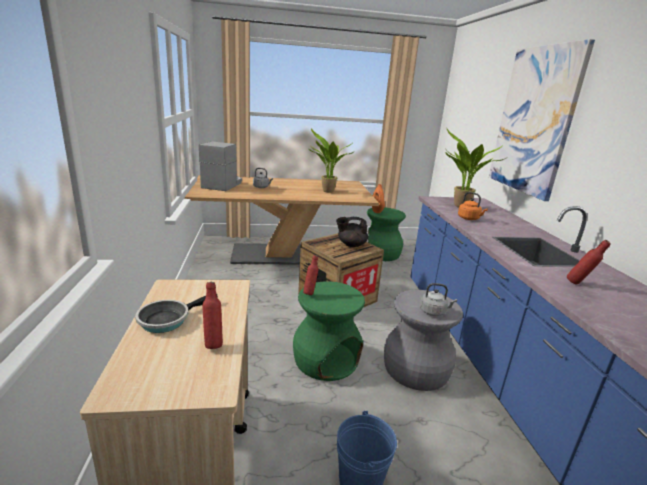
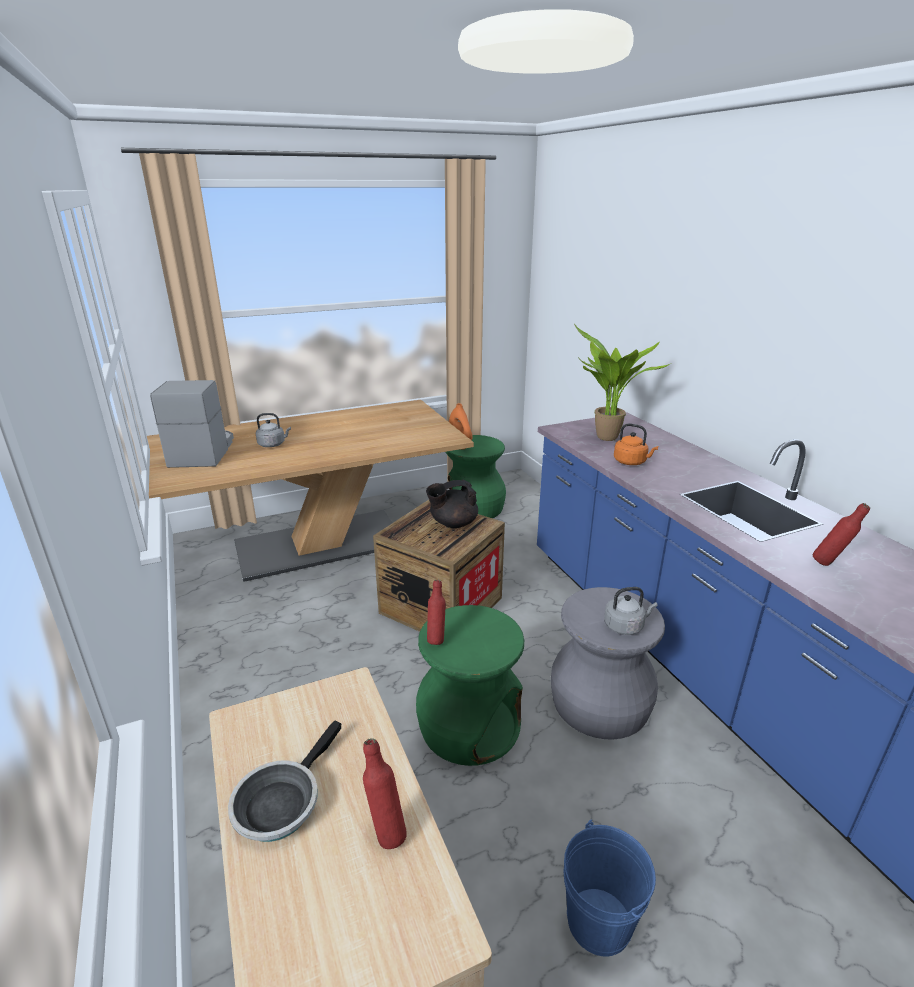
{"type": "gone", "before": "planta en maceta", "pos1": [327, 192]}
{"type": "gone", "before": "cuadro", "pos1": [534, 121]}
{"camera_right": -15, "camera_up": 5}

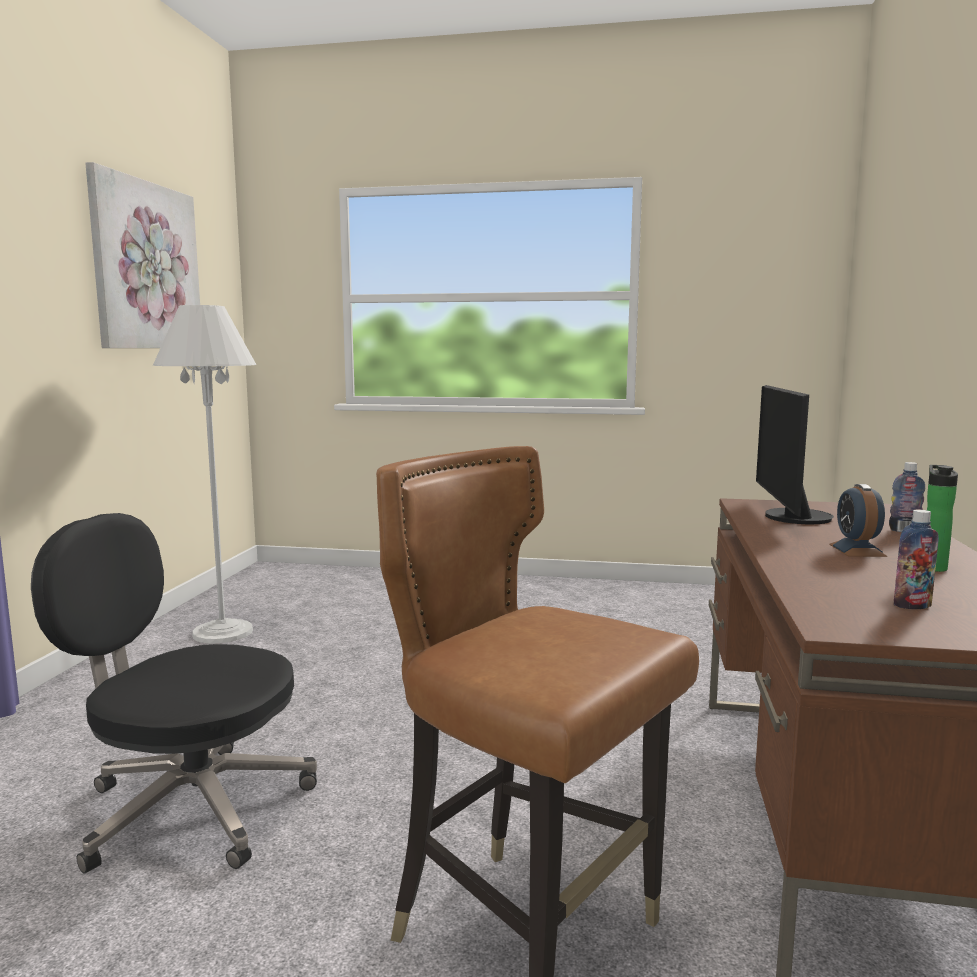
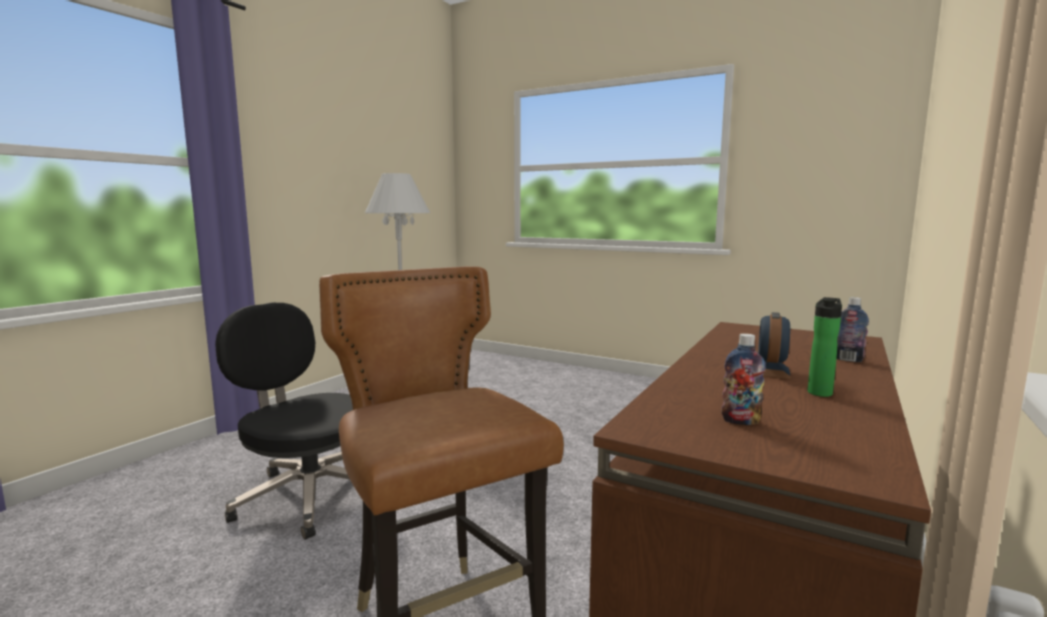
{"type": "gone", "before": "cuadro", "pos1": [147, 266]}
{"type": "gone", "before": "monitor", "pos1": [790, 517]}
{"camera_right": 20, "camera_up": 0}

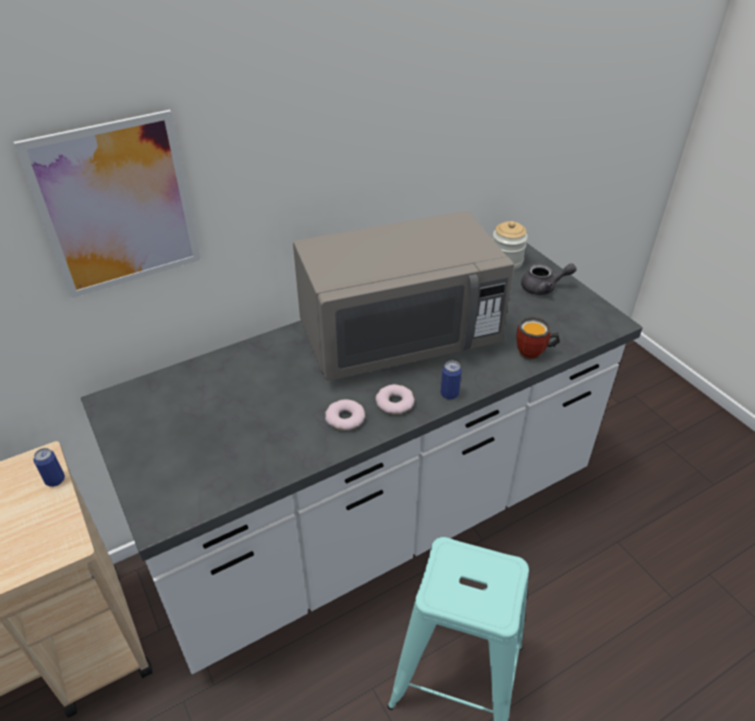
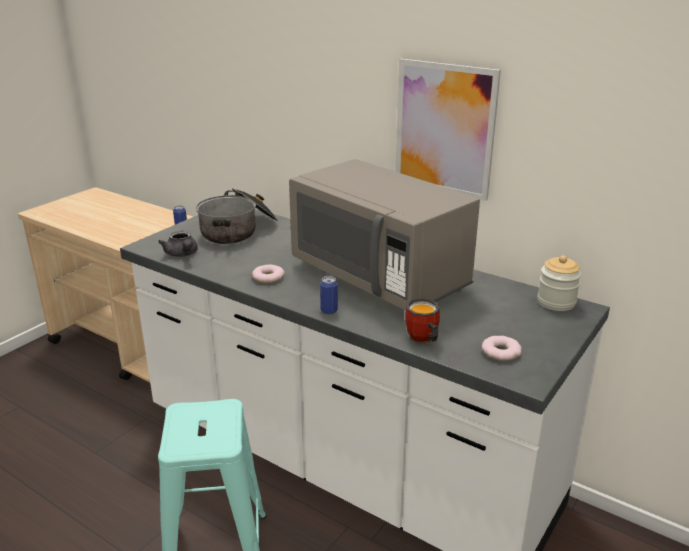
{"type": "shifted", "before": "tetera [gris]", "pos1": [543, 288], "pos2": [182, 254]}
{"type": "new", "after": "olla", "pos2": [238, 230]}
{"type": "shifted", "before": "cuadro", "pos1": [117, 206], "pos2": [444, 129]}
{"type": "shifted", "before": "rosquilla", "pos1": [394, 402], "pos2": [501, 352]}
{"camera_right": 65, "camera_up": -15}

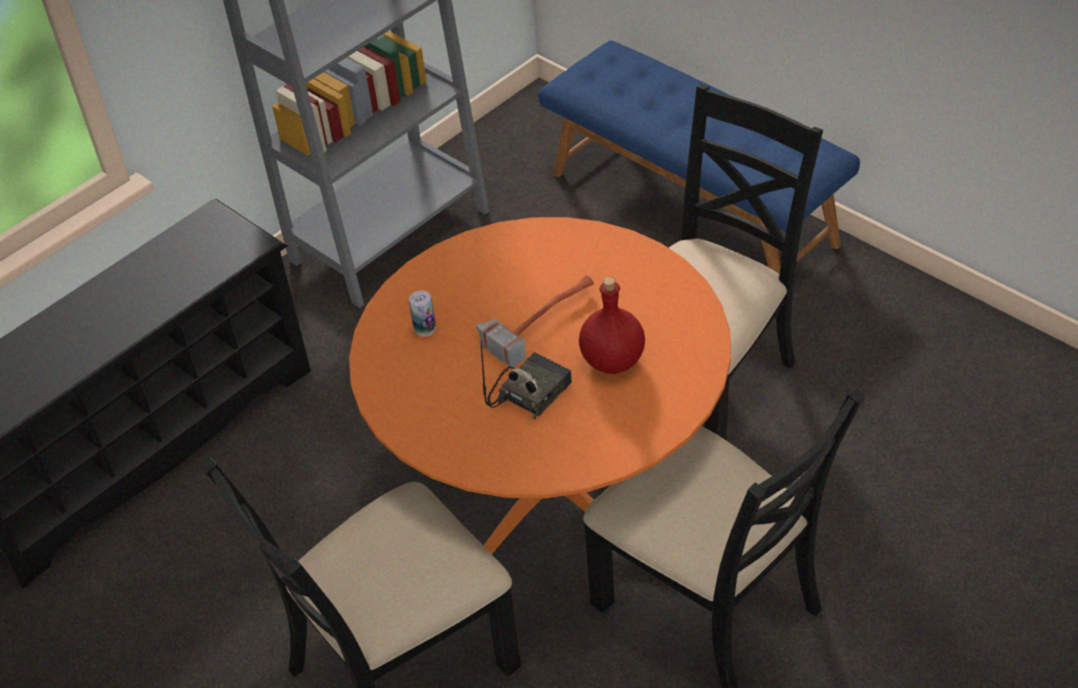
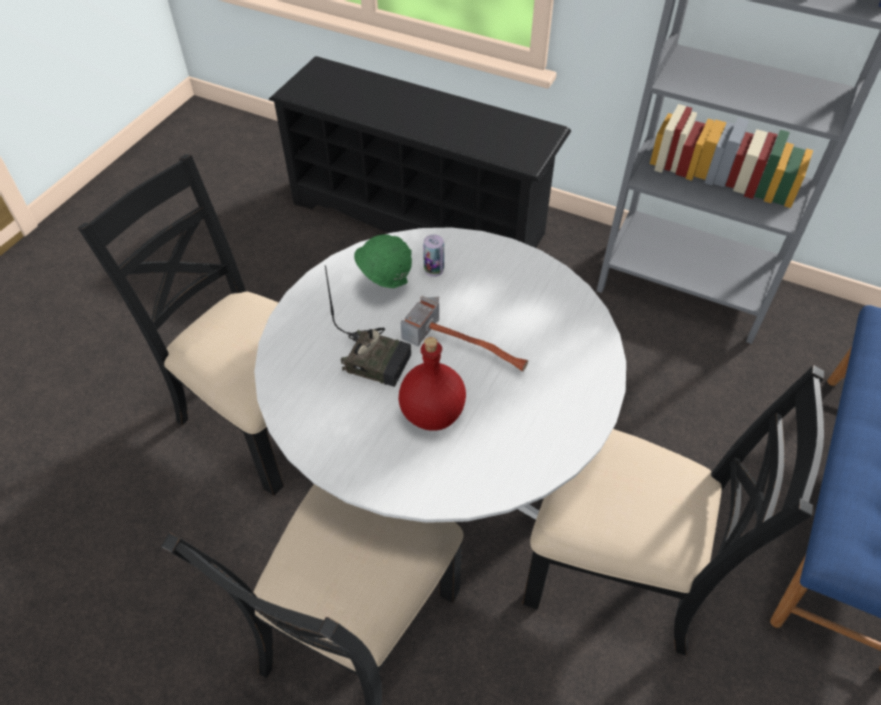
{"type": "repainted", "before": "mesa de comedor [naranja]", "after": "mesa de comedor [blanco]", "pos1": [553, 501], "pos2": [441, 477]}
{"type": "new", "after": "casco [verde]", "pos2": [384, 284]}
{"camera_right": 70, "camera_up": 5}

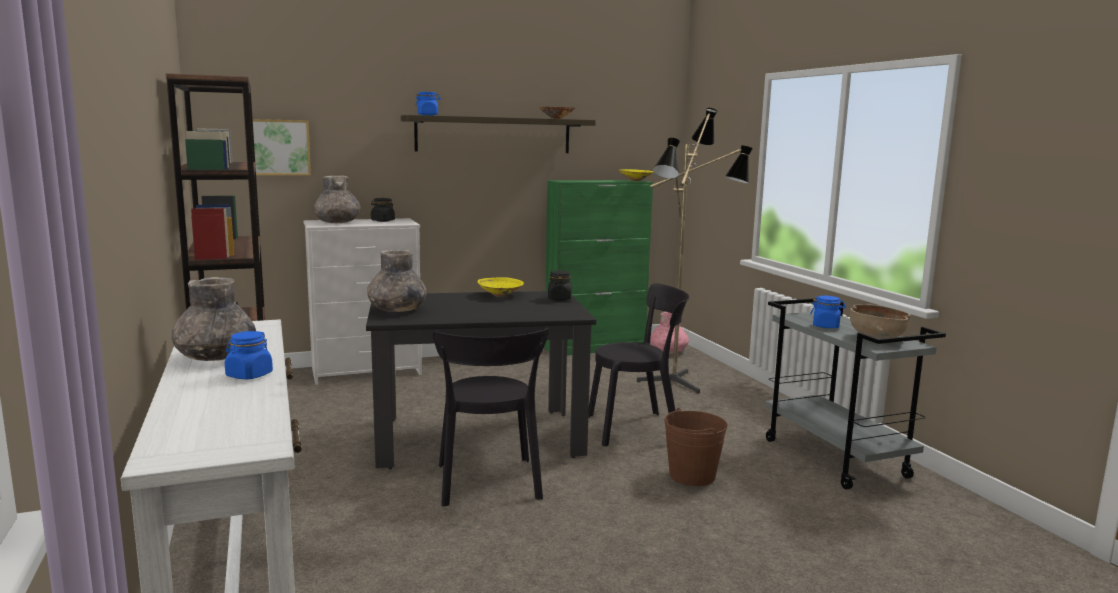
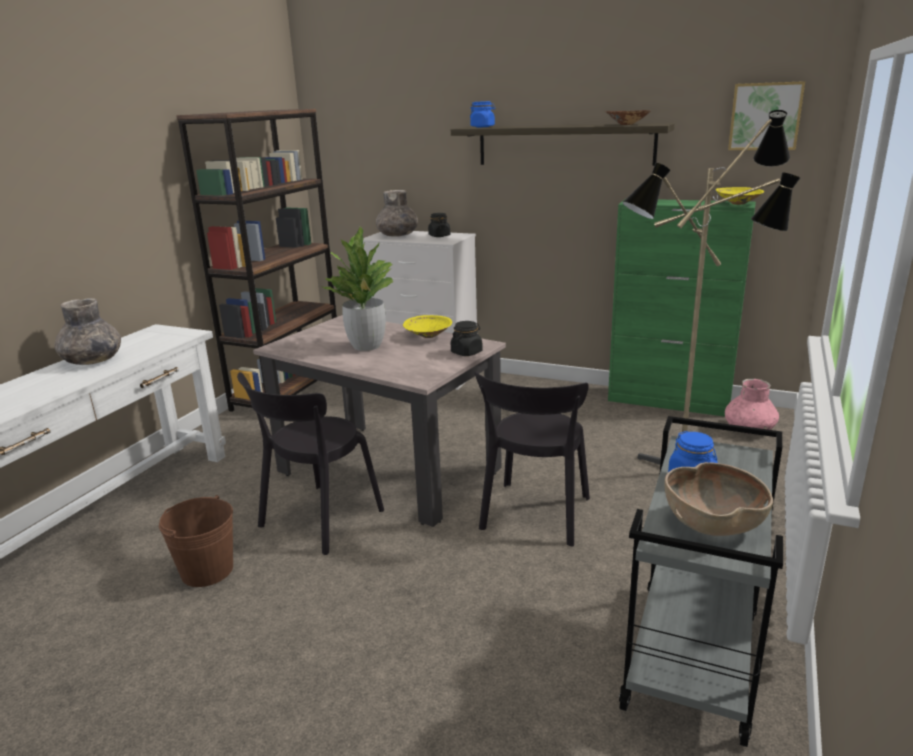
{"type": "shifted", "before": "cubo [marrón]", "pos1": [692, 476], "pos2": [207, 570]}
{"type": "repainted", "before": "mesa de comedor [negro]", "after": "mesa de comedor [beis]", "pos1": [478, 438], "pos2": [389, 471]}
{"type": "new", "after": "planta en maceta", "pos2": [366, 346]}
{"type": "rotated", "before": "silla [negro]", "pos1": [637, 429], "pos2": [534, 516], "turn": 75}
{"type": "shifted", "before": "cuadro", "pos1": [280, 147], "pos2": [765, 116]}
{"type": "gone", "before": "tarro [azul]", "pos1": [249, 375]}
{"type": "gone", "before": "florero [gris]", "pos1": [397, 310]}
{"camera_right": 45, "camera_up": 10}

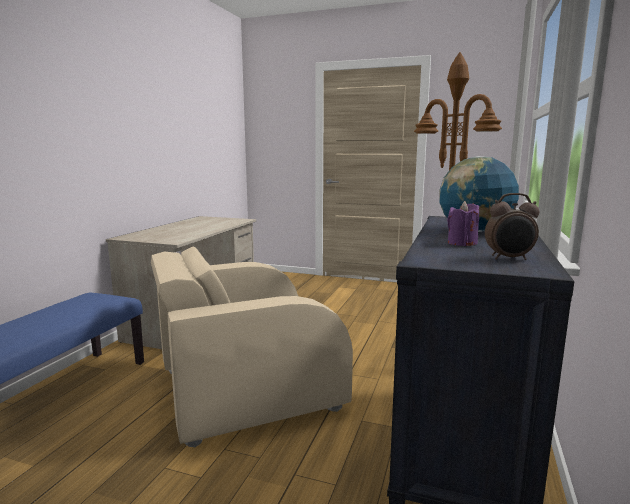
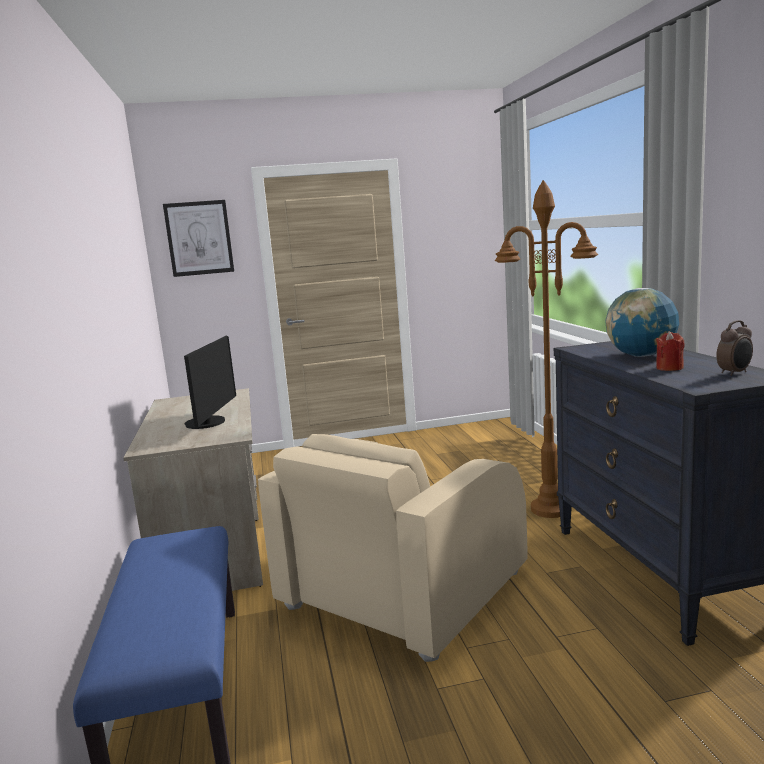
{"type": "new", "after": "cuadro", "pos2": [199, 238]}
{"type": "new", "after": "monitor", "pos2": [210, 422]}
{"type": "repainted", "before": "vela [morado]", "after": "vela [rojo]", "pos1": [462, 243], "pos2": [669, 368]}
{"camera_right": -30, "camera_up": 0}

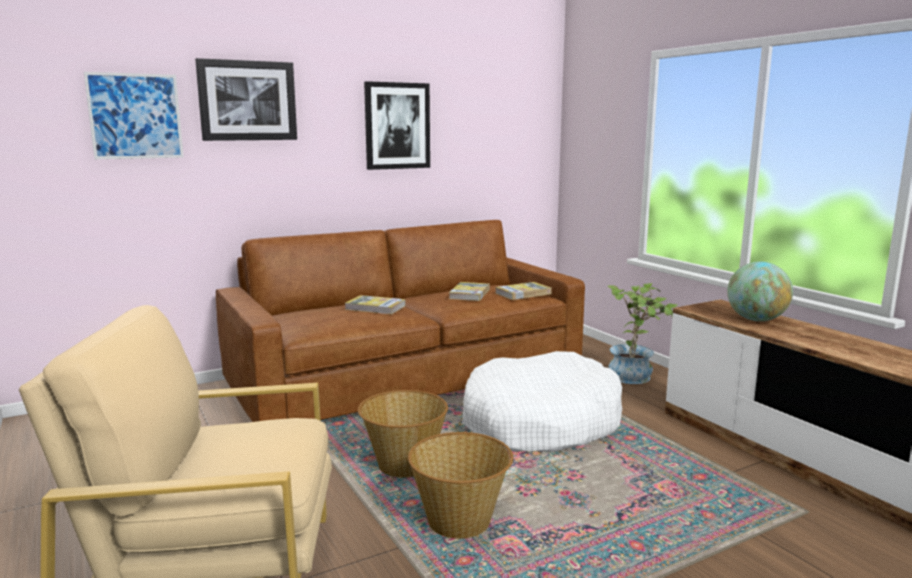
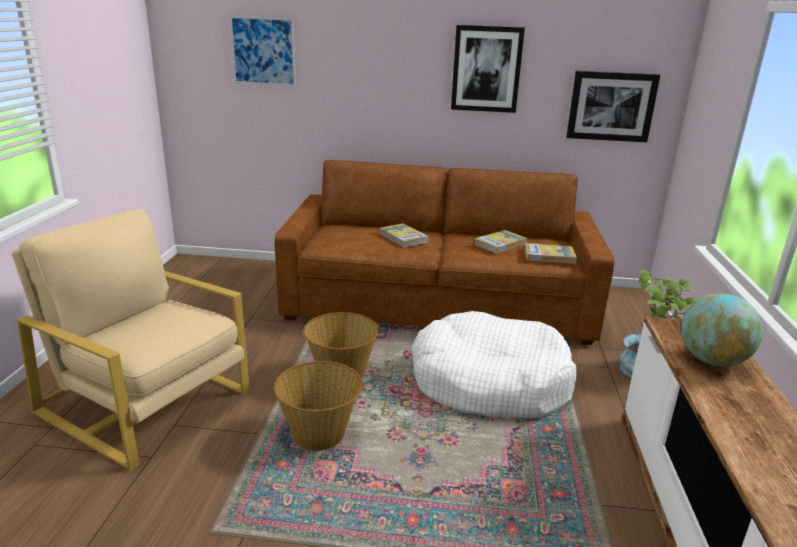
{"type": "shifted", "before": "cuadro", "pos1": [247, 101], "pos2": [611, 106]}
{"camera_right": 35, "camera_up": 10}

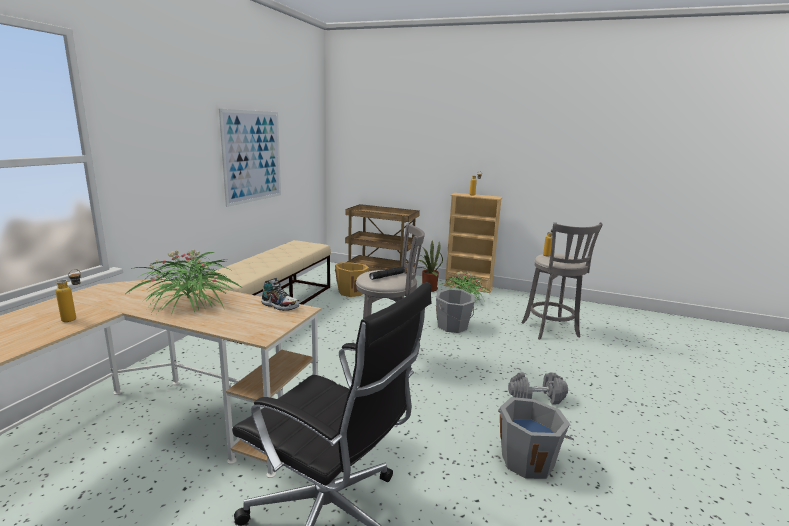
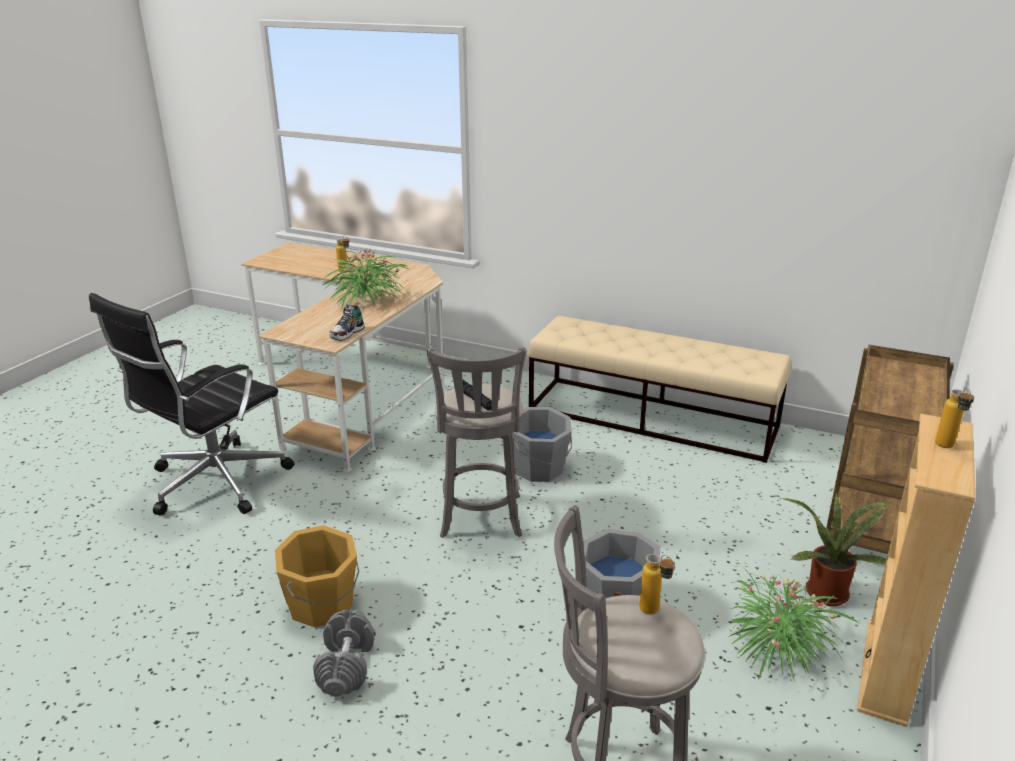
{"type": "shifted", "before": "cubo [naranja]", "pos1": [351, 292], "pos2": [322, 605]}
{"type": "shifted", "before": "cubo [gris]", "pos1": [528, 460], "pos2": [540, 469]}
{"type": "gone", "before": "cuadro", "pos1": [252, 156]}
{"camera_right": 95, "camera_up": 10}

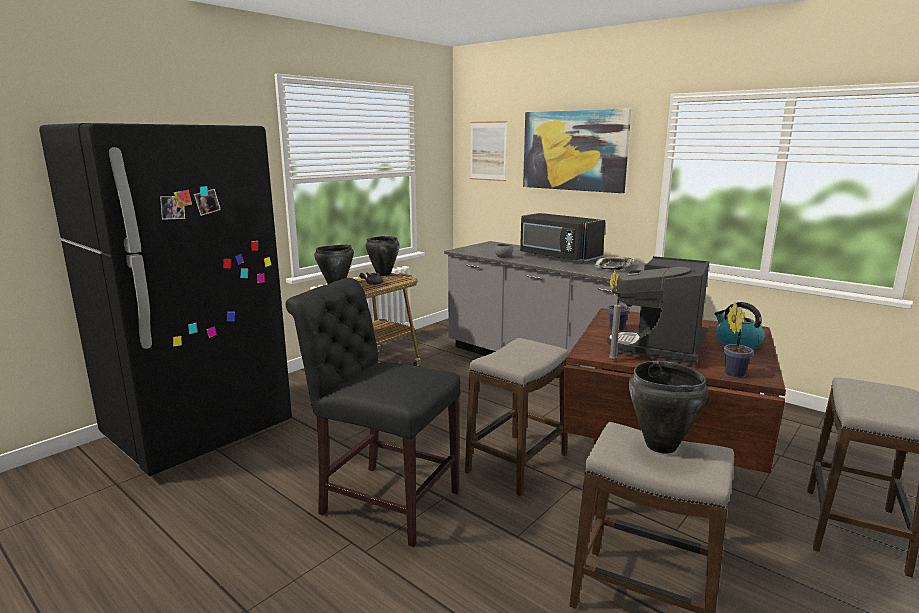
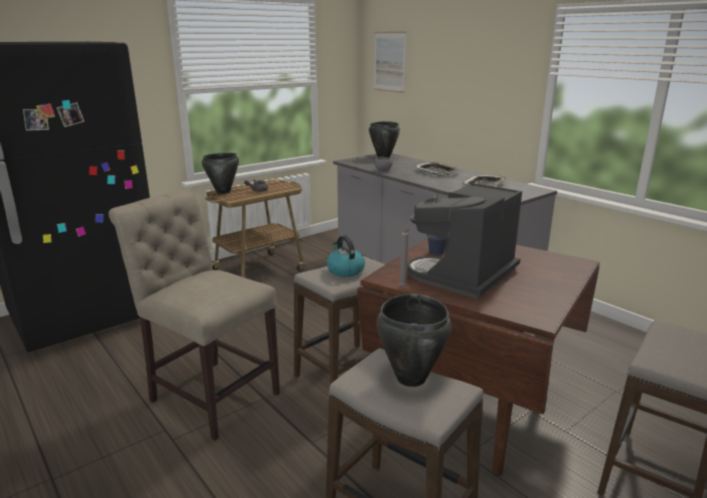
{"type": "repainted", "before": "silla [negro]", "after": "silla [beis]", "pos1": [383, 499], "pos2": [210, 394]}
{"type": "shifted", "before": "hervidor", "pos1": [737, 343], "pos2": [345, 270]}
{"type": "shifted", "before": "olla [negro]", "pos1": [383, 274], "pos2": [383, 157]}
{"type": "swapped", "before": "microondas [negro]", "after": "bandeja", "pos1": [557, 257], "pos2": [437, 172]}
{"type": "gone", "before": "cuadro", "pos1": [574, 150]}
{"type": "gone", "before": "planta en maceta", "pos1": [733, 372]}
{"camera_right": 10, "camera_up": 5}

